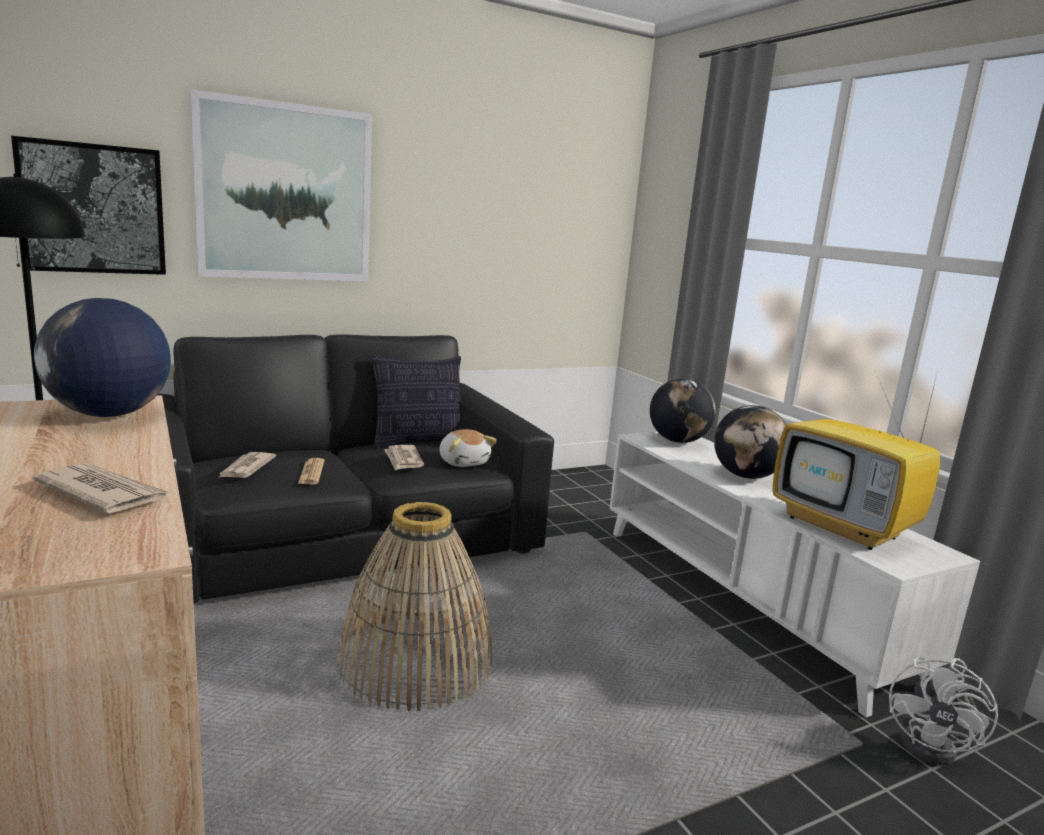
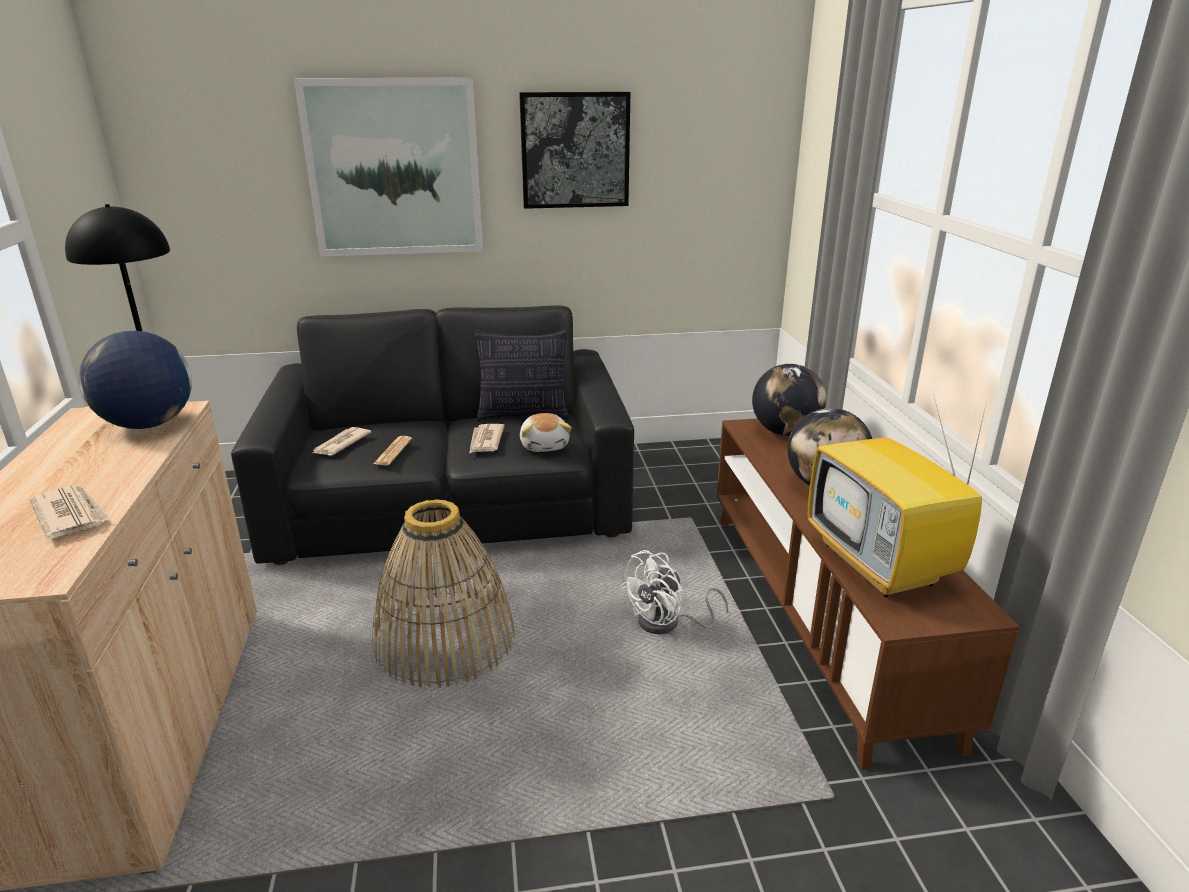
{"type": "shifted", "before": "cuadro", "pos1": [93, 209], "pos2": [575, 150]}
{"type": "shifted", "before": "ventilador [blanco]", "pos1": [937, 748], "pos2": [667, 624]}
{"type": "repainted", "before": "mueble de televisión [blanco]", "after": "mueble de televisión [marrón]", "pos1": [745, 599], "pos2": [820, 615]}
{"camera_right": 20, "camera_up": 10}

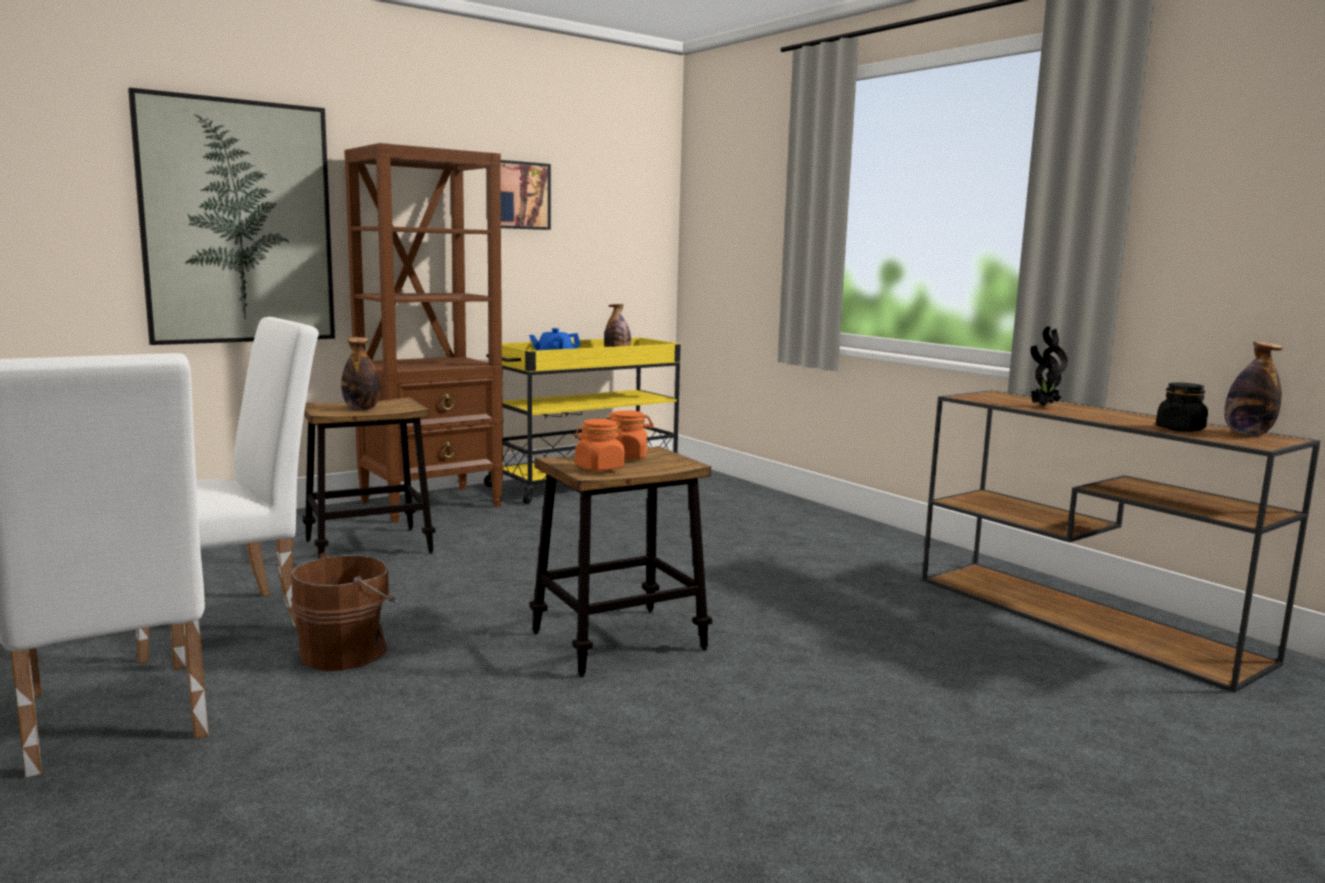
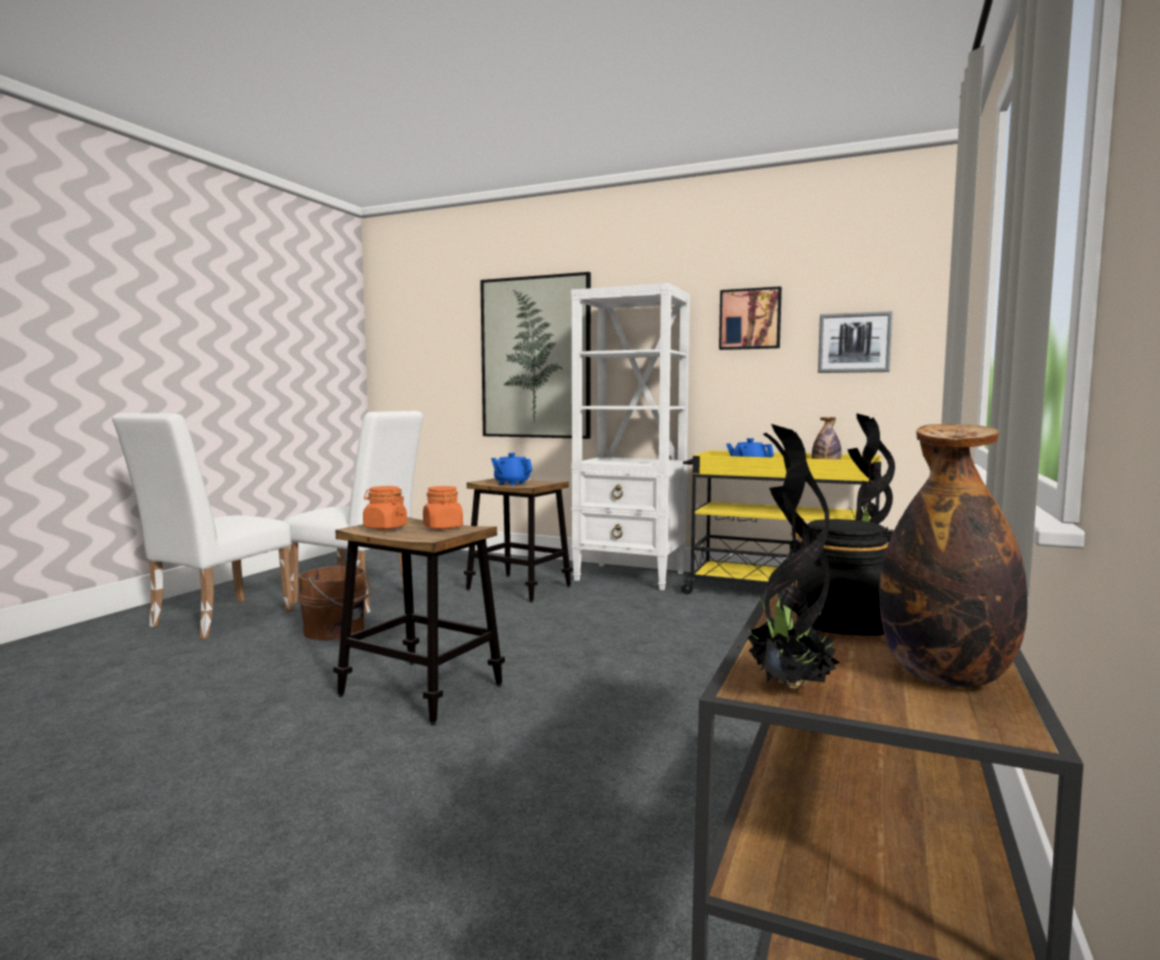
{"type": "swapped", "before": "botella", "after": "tetera [azul]", "pos1": [361, 409], "pos2": [511, 483]}
{"type": "repainted", "before": "estantería [marrón]", "after": "estantería [blanco]", "pos1": [432, 504], "pos2": [630, 577]}
{"type": "new", "after": "planta en maceta", "pos2": [786, 686]}
{"type": "new", "after": "cuadro", "pos2": [854, 342]}
{"camera_right": 60, "camera_up": -5}

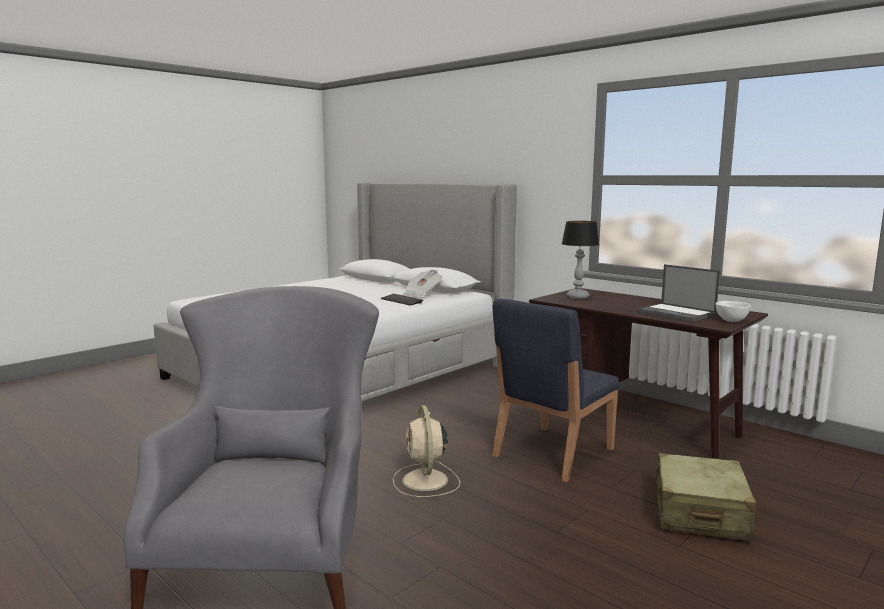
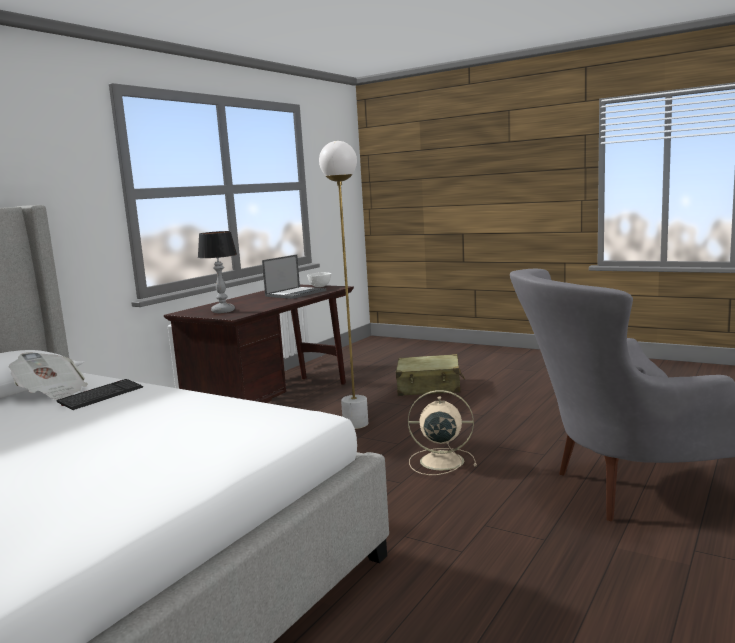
{"type": "swapped", "before": "silla [azul]", "after": "lámpara de pie [blanco]", "pos1": [552, 453], "pos2": [355, 424]}
{"type": "rotated", "before": "ventilador [beis]", "pos1": [425, 481], "pos2": [439, 461], "turn": -150}
{"camera_right": -100, "camera_up": 0}

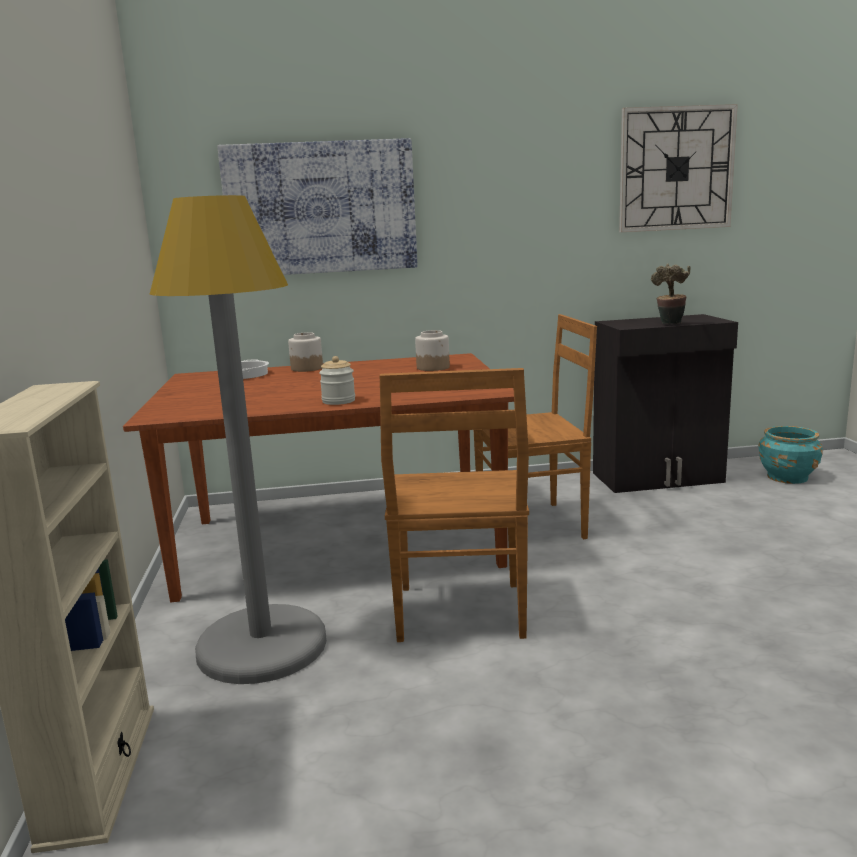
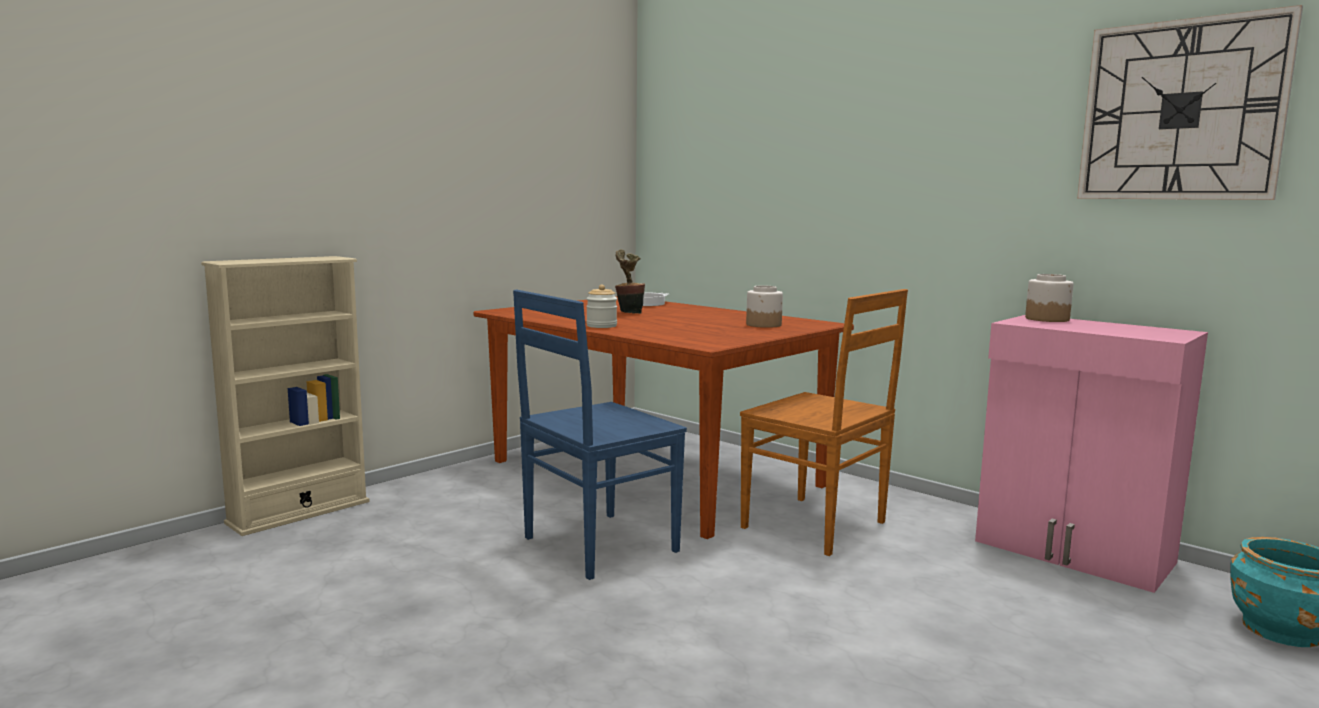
{"type": "repainted", "before": "silla [marrón]", "after": "silla [azul]", "pos1": [460, 614], "pos2": [596, 545]}
{"type": "shifted", "before": "planta en maceta", "pos1": [670, 324], "pos2": [628, 313]}
{"type": "repainted", "before": "armario [negro]", "after": "armario [rosa]", "pos1": [659, 478], "pos2": [1073, 553]}
{"type": "shifted", "before": "tarro", "pos1": [306, 368], "pos2": [1047, 319]}
{"type": "gone", "before": "lámpara de pie [gris]", "pos1": [262, 646]}
{"type": "gone", "before": "cuadro", "pos1": [321, 208]}
{"camera_right": 50, "camera_up": -5}

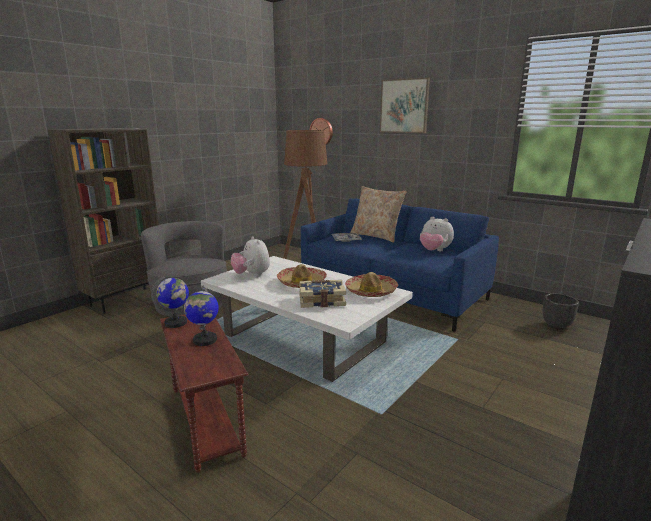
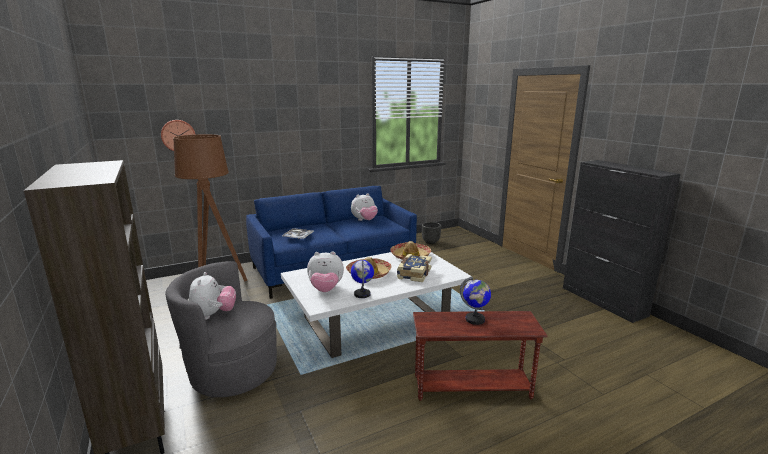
{"type": "new", "after": "peluche", "pos2": [213, 315]}
{"type": "shifted", "before": "globo terráqueo", "pos1": [176, 323], "pos2": [362, 294]}
{"type": "gone", "before": "cojín [beis]", "pos1": [376, 236]}
{"type": "gone", "before": "cuadro", "pos1": [404, 106]}
{"camera_right": -65, "camera_up": 0}

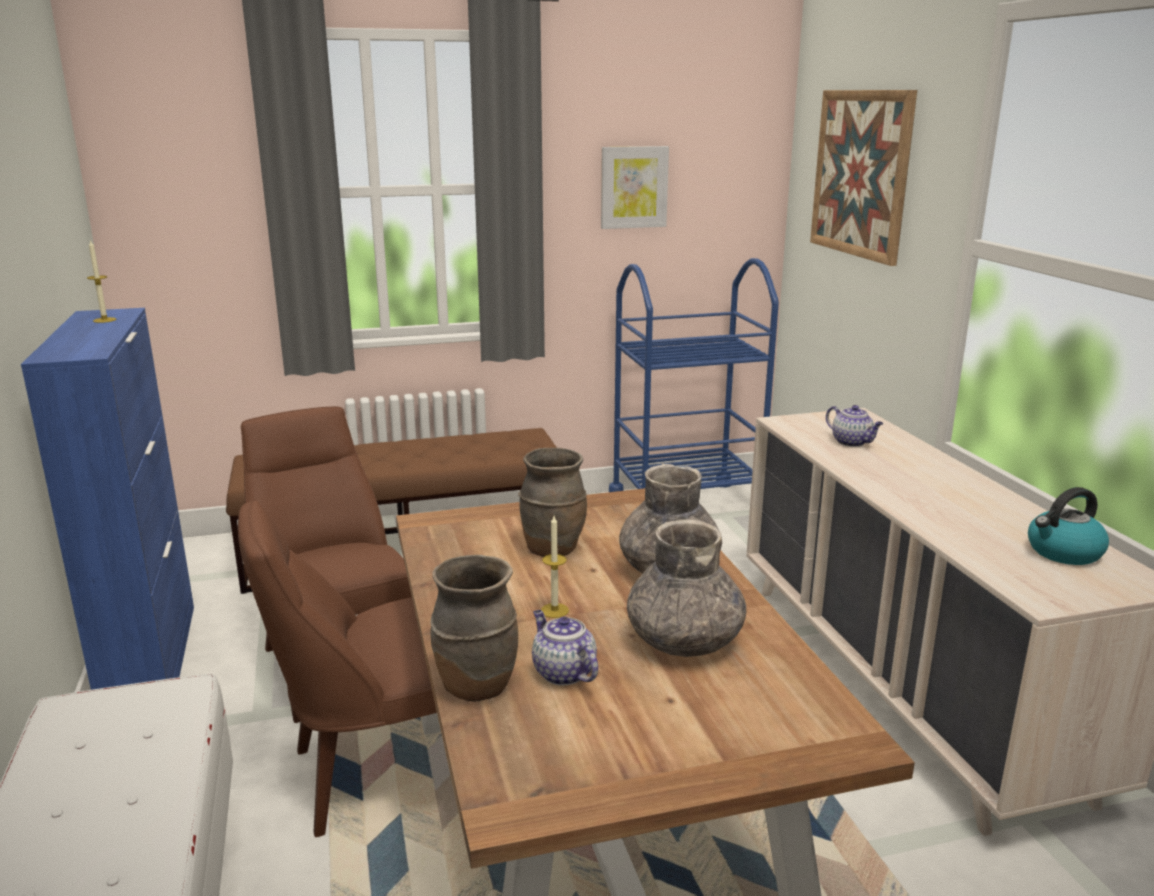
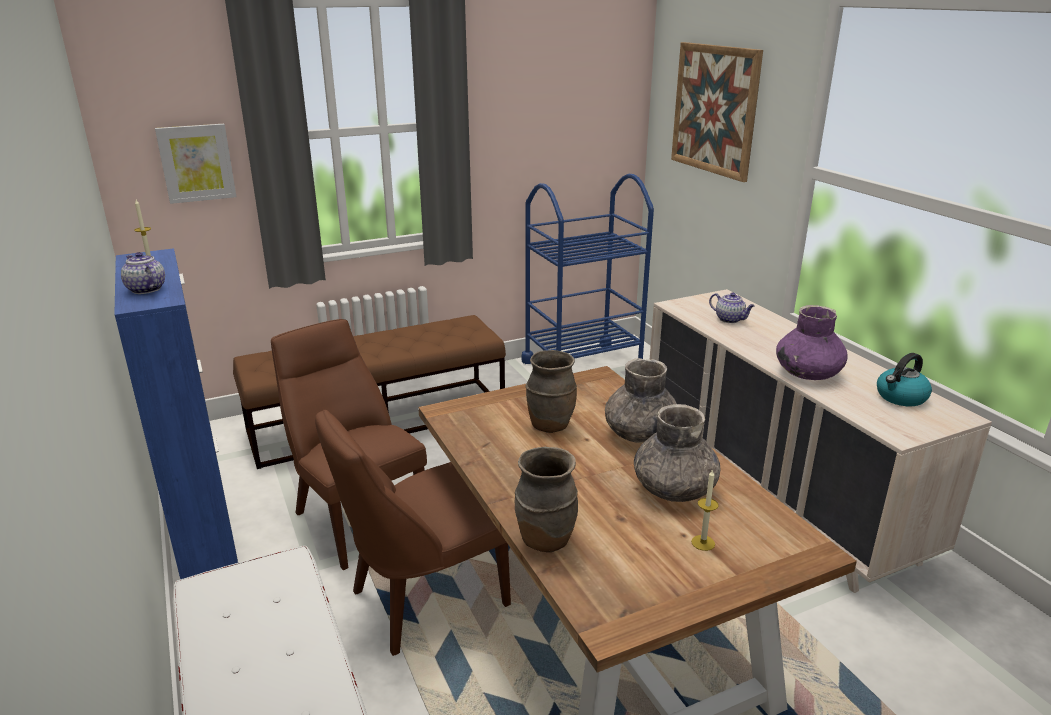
{"type": "shifted", "before": "tetera", "pos1": [562, 672], "pos2": [145, 289]}
{"type": "shifted", "before": "cuadro", "pos1": [633, 187], "pos2": [196, 163]}
{"type": "shifted", "before": "vela", "pos1": [554, 610], "pos2": [703, 543]}
{"type": "new", "after": "florero [morado]", "pos2": [807, 373]}
{"camera_right": -10, "camera_up": 5}

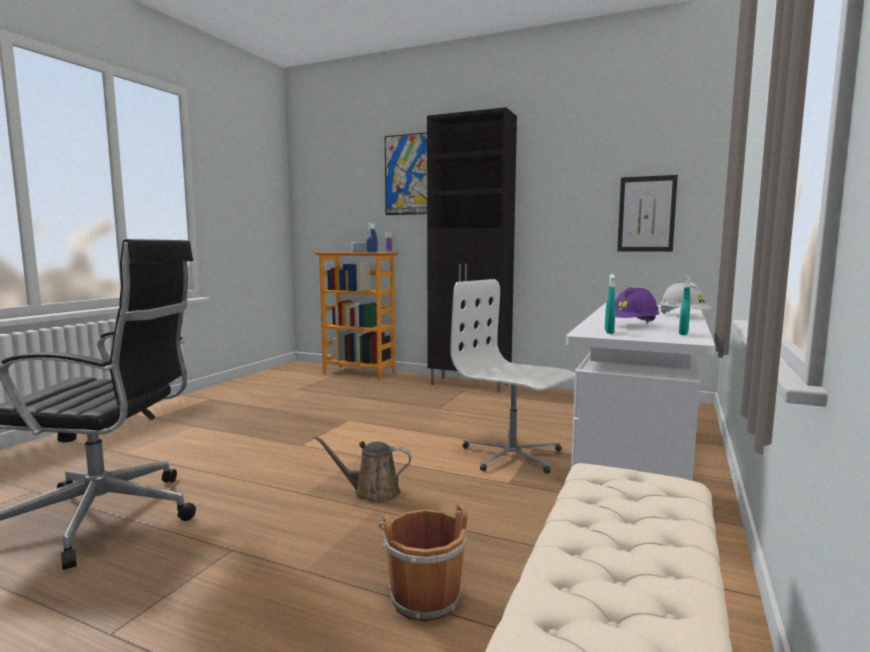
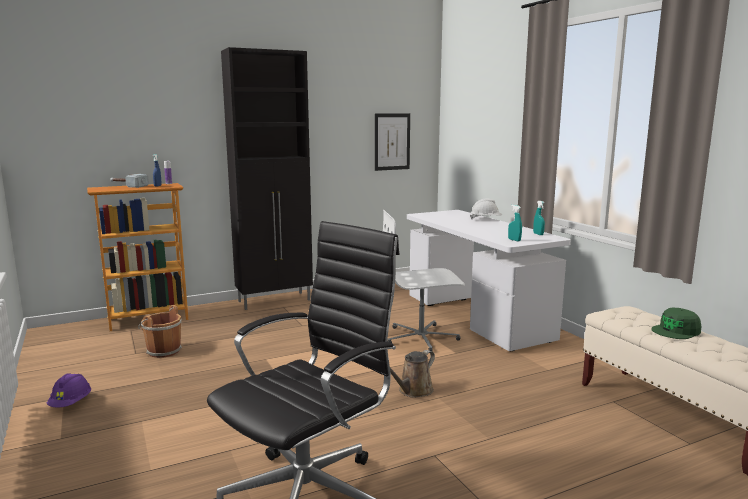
{"type": "shifted", "before": "casco [morado]", "pos1": [633, 325], "pos2": [71, 403]}
{"type": "shifted", "before": "cubo [marrón]", "pos1": [423, 596], "pos2": [162, 351]}
{"type": "new", "after": "gorra [verde]", "pos2": [676, 331]}
{"type": "gone", "before": "cuadro", "pos1": [409, 174]}
{"camera_right": -50, "camera_up": 5}

